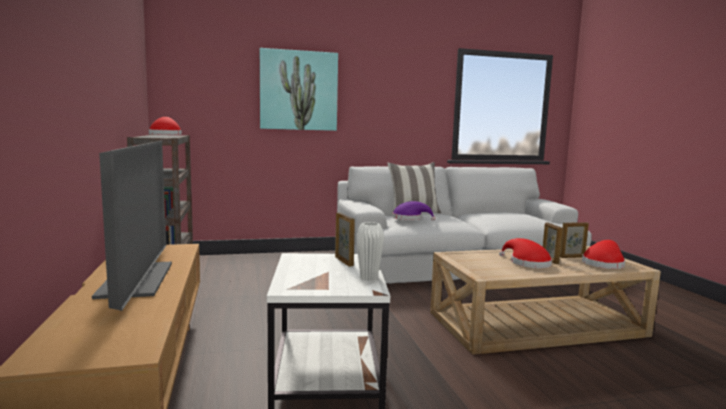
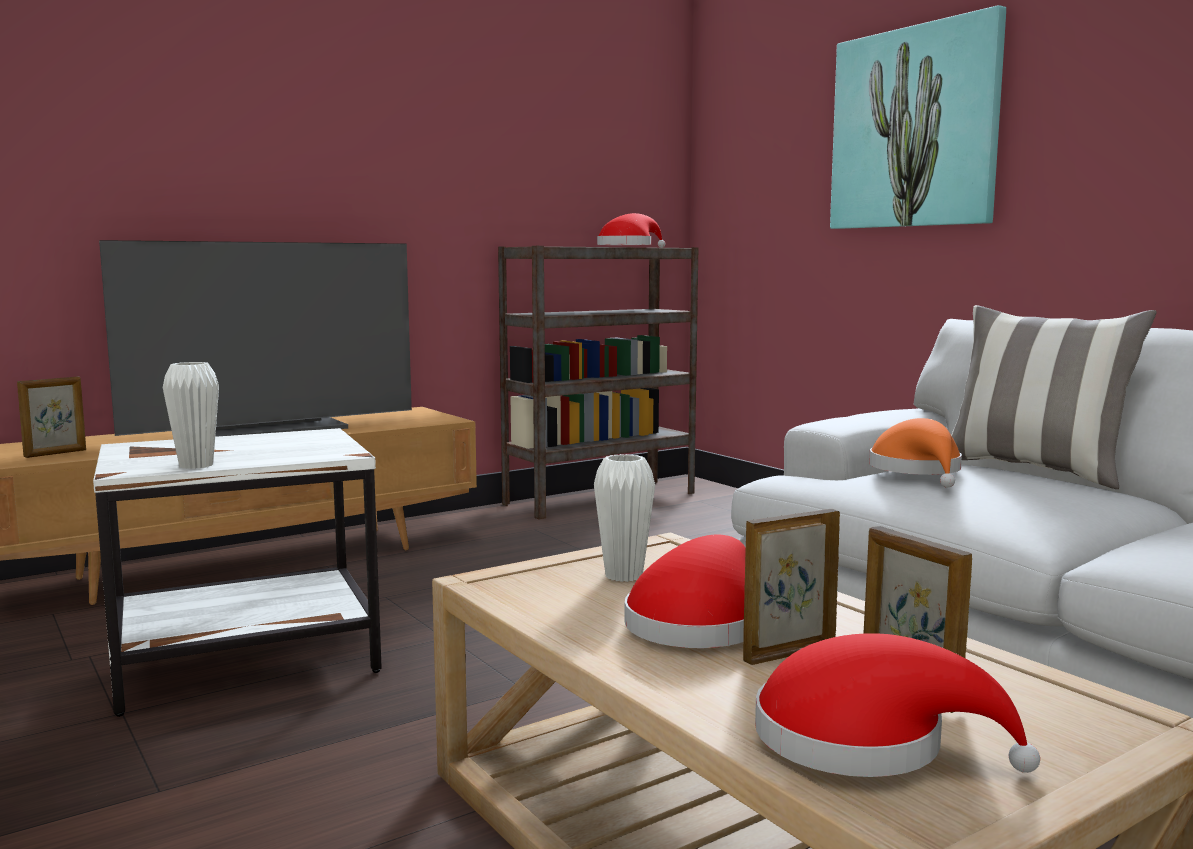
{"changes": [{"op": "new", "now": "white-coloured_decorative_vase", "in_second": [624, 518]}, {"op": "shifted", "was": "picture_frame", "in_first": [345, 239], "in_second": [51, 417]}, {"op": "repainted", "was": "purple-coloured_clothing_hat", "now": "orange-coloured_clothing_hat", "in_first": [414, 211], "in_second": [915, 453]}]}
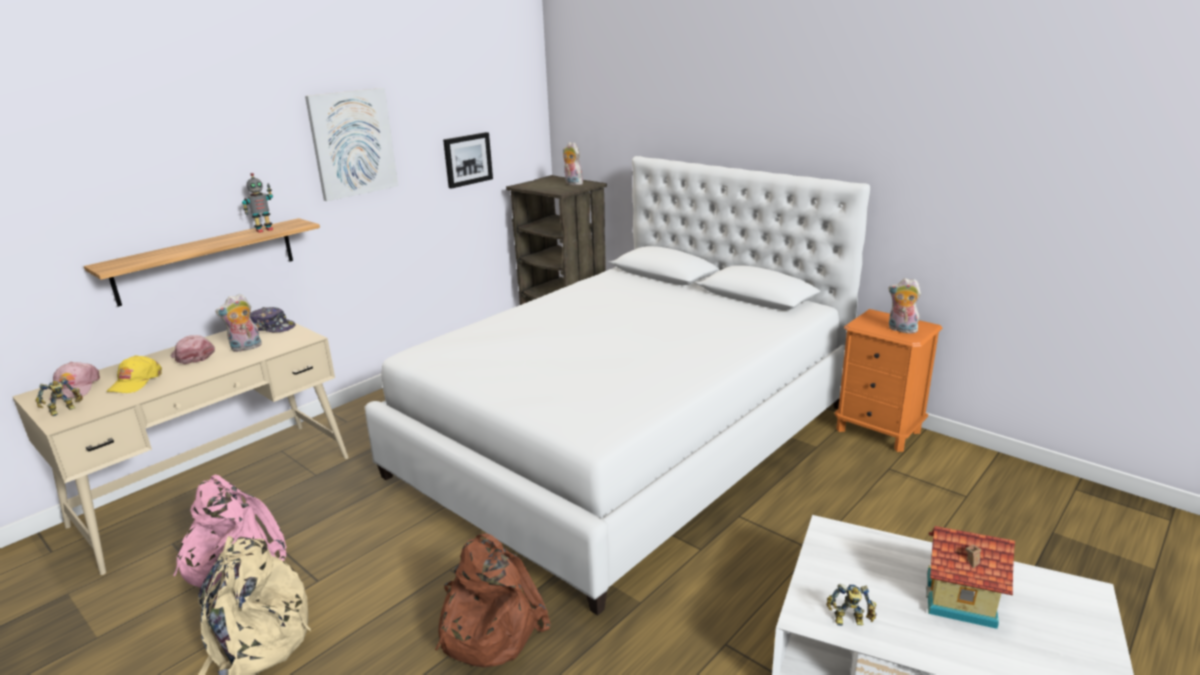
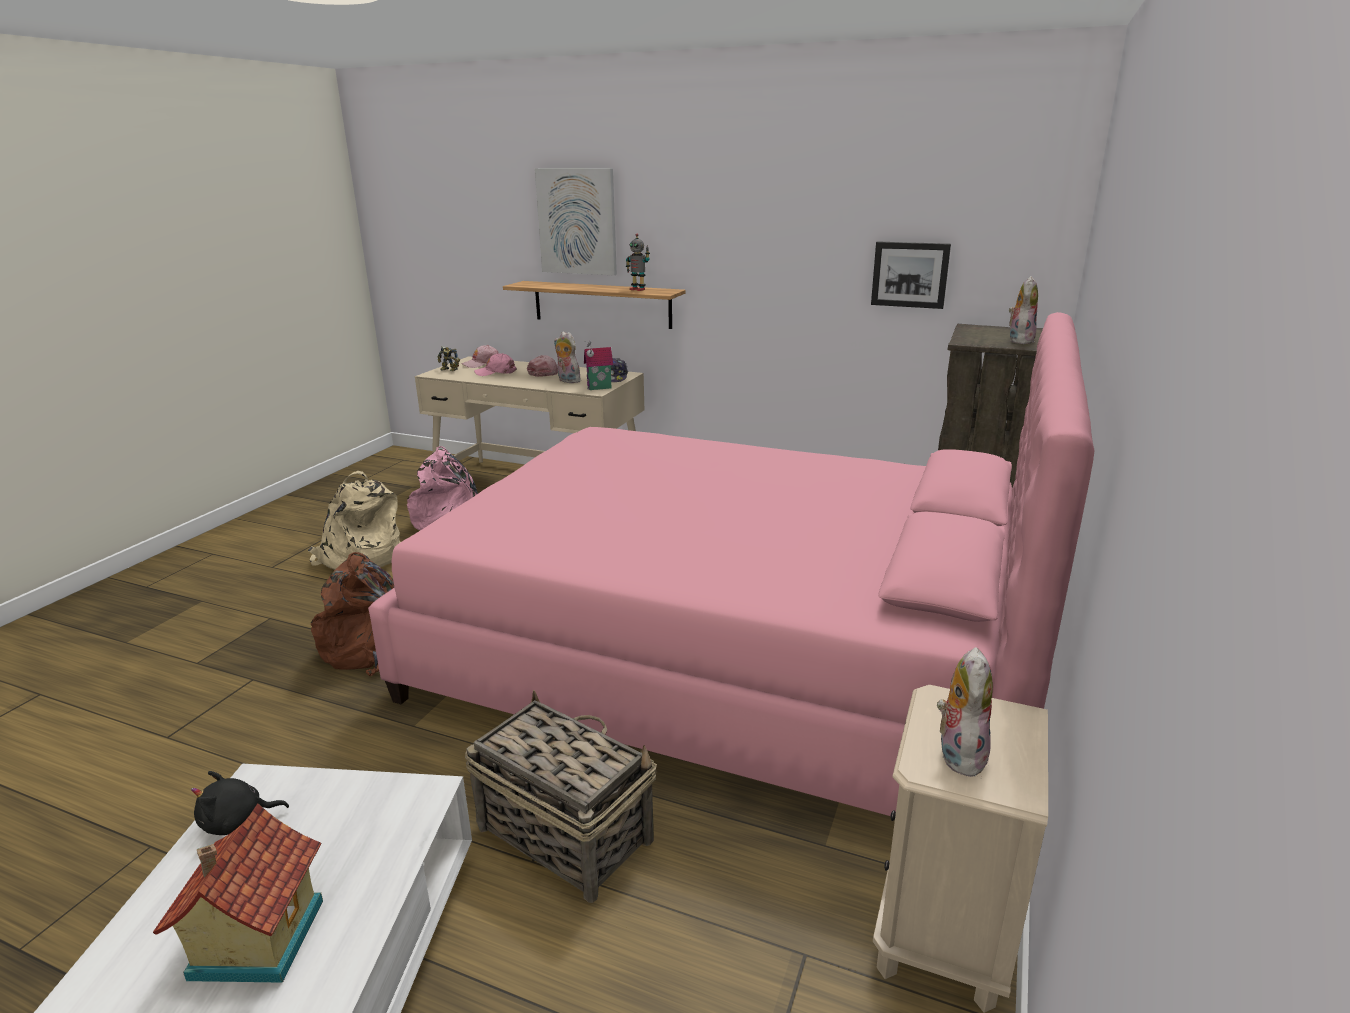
{"changes": [{"op": "new", "now": "storage_basket", "in_second": [561, 796]}, {"op": "new", "now": "toy_house", "in_second": [598, 365]}, {"op": "shifted", "was": "picture", "in_first": [351, 144], "in_second": [576, 221]}, {"op": "swapped", "was": "model_robot", "now": "blackish_plush_toy", "in_first": [851, 605], "in_second": [240, 803]}, {"op": "repainted", "was": "yellow_peaked_cap", "now": "pinkish_peaked_cap", "in_first": [134, 374], "in_second": [495, 364]}, {"op": "repainted", "was": "white-coloured_bed", "now": "pinkish_bed", "in_first": [617, 385], "in_second": [731, 564]}, {"op": "repainted", "was": "orange-coloured_nightstand", "now": "sand-coloured_nightstand", "in_first": [888, 380], "in_second": [960, 849]}]}
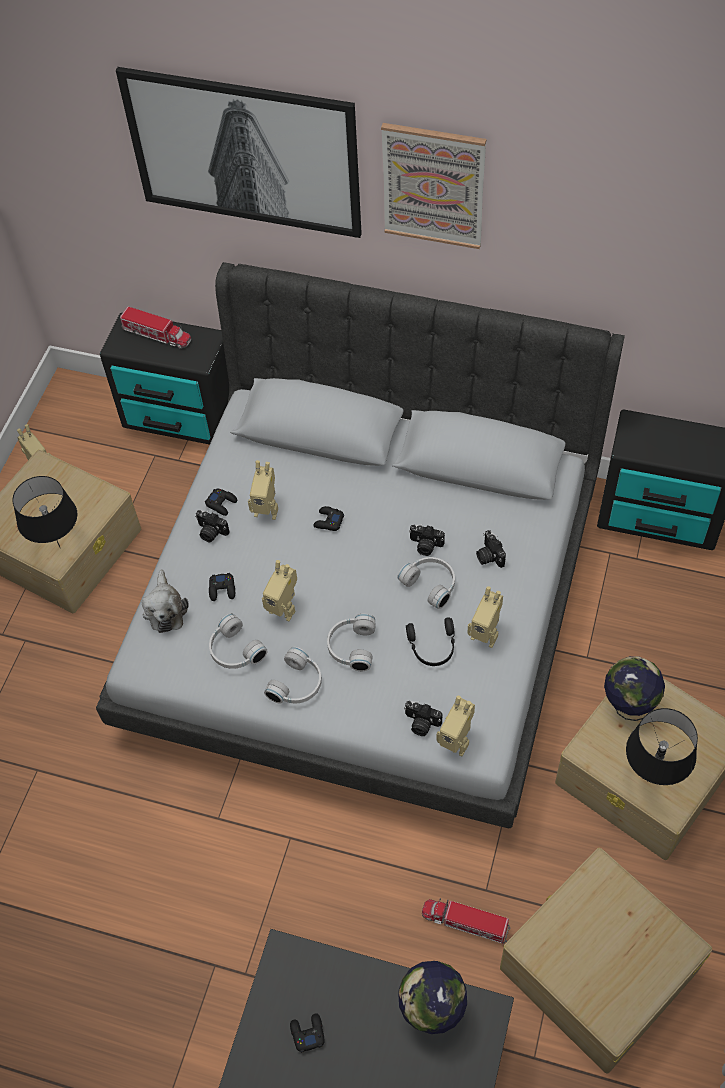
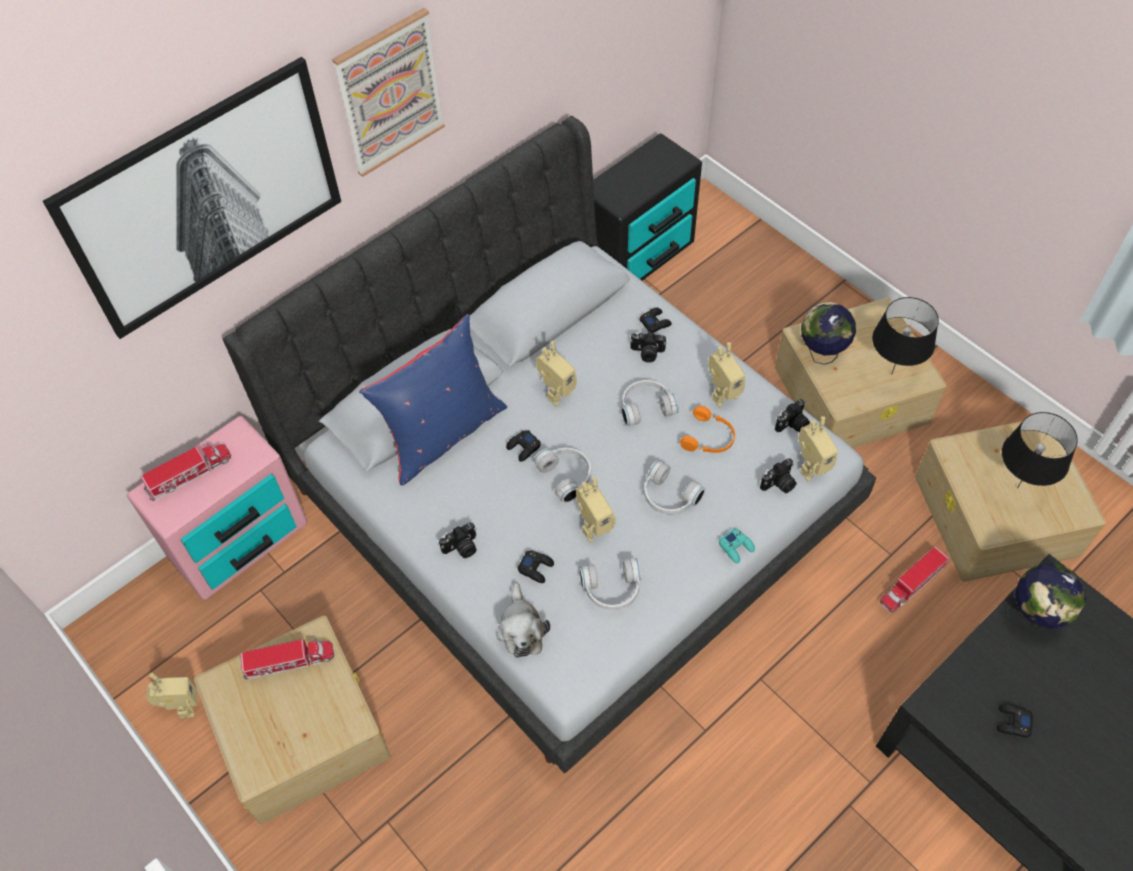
{"changes": [{"op": "new", "now": "toy_truck", "in_second": [287, 659]}, {"op": "new", "now": "blue_throw_pillow", "in_second": [433, 400]}, {"op": "new", "now": "blue-green_game_controller", "in_second": [737, 545]}, {"op": "shifted", "was": "blackish_lamp_for_a_table", "in_first": [45, 511], "in_second": [1040, 450]}, {"op": "shifted", "was": "blackish_game_controller", "in_first": [221, 502], "in_second": [656, 320]}, {"op": "shifted", "was": "model_robot", "in_first": [263, 490], "in_second": [556, 374]}, {"op": "shifted", "was": "white-coloured_headphones", "in_first": [293, 675], "in_second": [562, 475]}, {"op": "shifted", "was": "photo_camera", "in_first": [427, 540], "in_second": [792, 416]}, {"op": "repainted", "was": "blackish_nightstand", "now": "pinkish_nightstand", "in_first": [164, 379], "in_second": [217, 508]}, {"op": "repainted", "was": "blackish_headphones", "now": "orange-coloured_headphones", "in_first": [430, 641], "in_second": [707, 429]}, {"op": "rotated", "was": "plush_toy", "in_first": [165, 601], "in_second": [523, 620], "clockwise": 60}]}
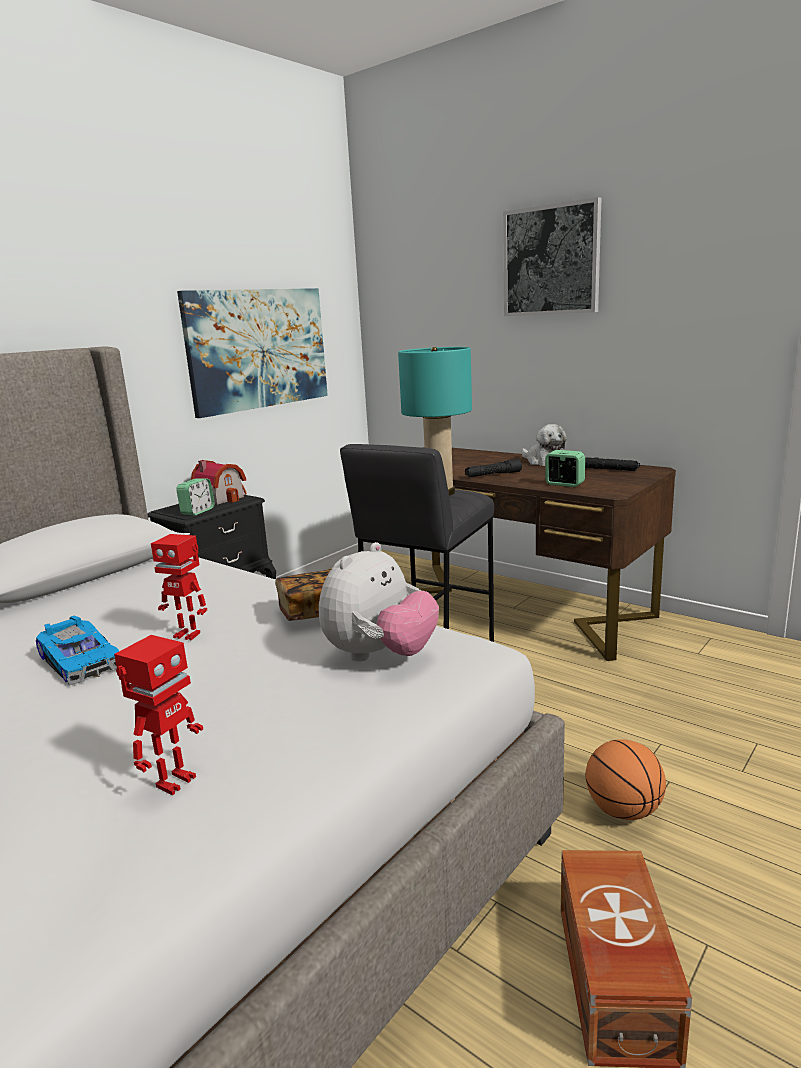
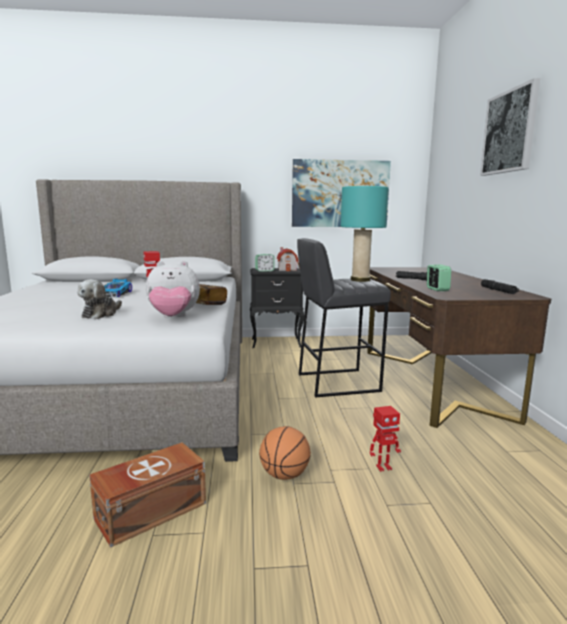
{"changes": [{"op": "shifted", "was": "model_robot", "in_first": [158, 715], "in_second": [385, 439]}, {"op": "shifted", "was": "plush_toy", "in_first": [544, 445], "in_second": [99, 299]}]}
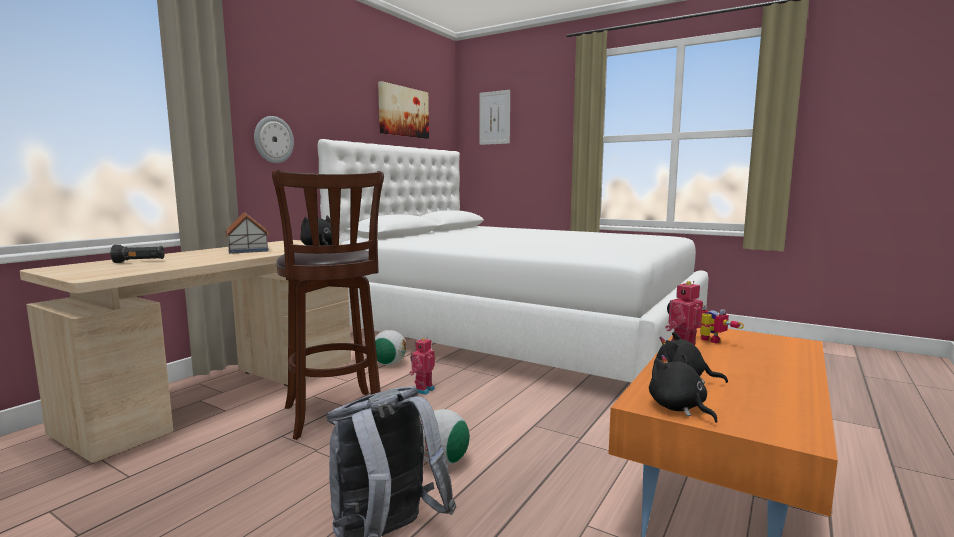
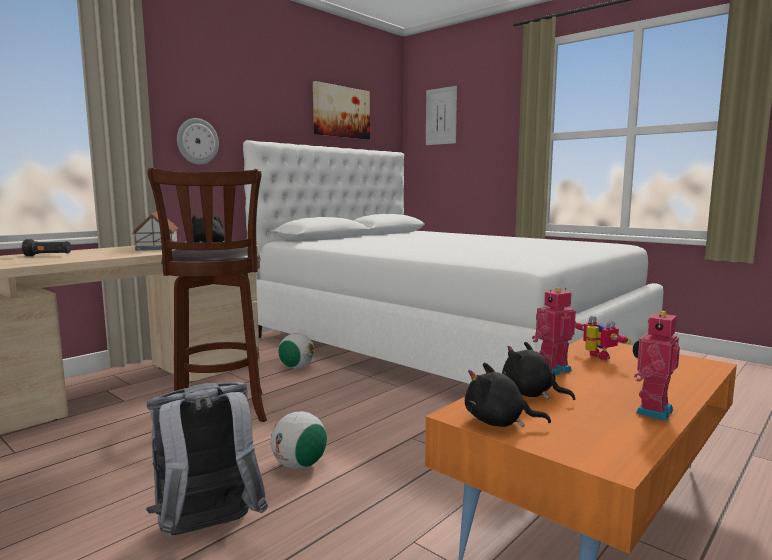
{"changes": [{"op": "shifted", "was": "model_robot", "in_first": [422, 366], "in_second": [656, 365]}, {"op": "rotated", "was": "blackish_plush_toy", "in_first": [683, 388], "in_second": [508, 395], "clockwise": -60}]}
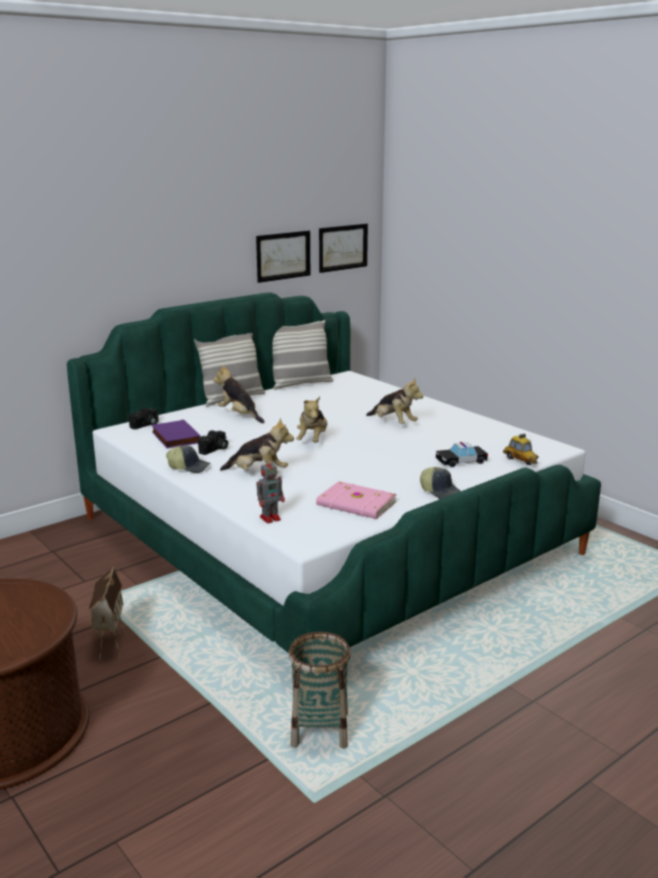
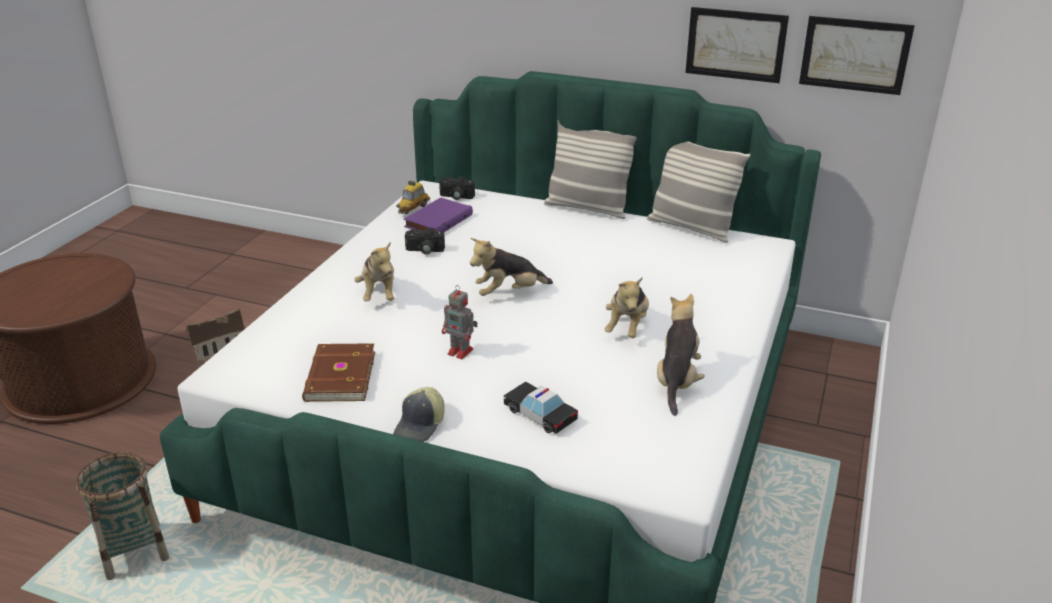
{"changes": [{"op": "gone", "was": "peaked_cap", "in_first": [188, 459]}, {"op": "shifted", "was": "plush_toy", "in_first": [238, 394], "in_second": [681, 355]}, {"op": "shifted", "was": "model_robot", "in_first": [271, 491], "in_second": [459, 322]}, {"op": "shifted", "was": "miniature_car", "in_first": [521, 449], "in_second": [413, 197]}, {"op": "repainted", "was": "pinkish_bound_book", "now": "brown_bound_book", "in_first": [356, 500], "in_second": [338, 372]}]}
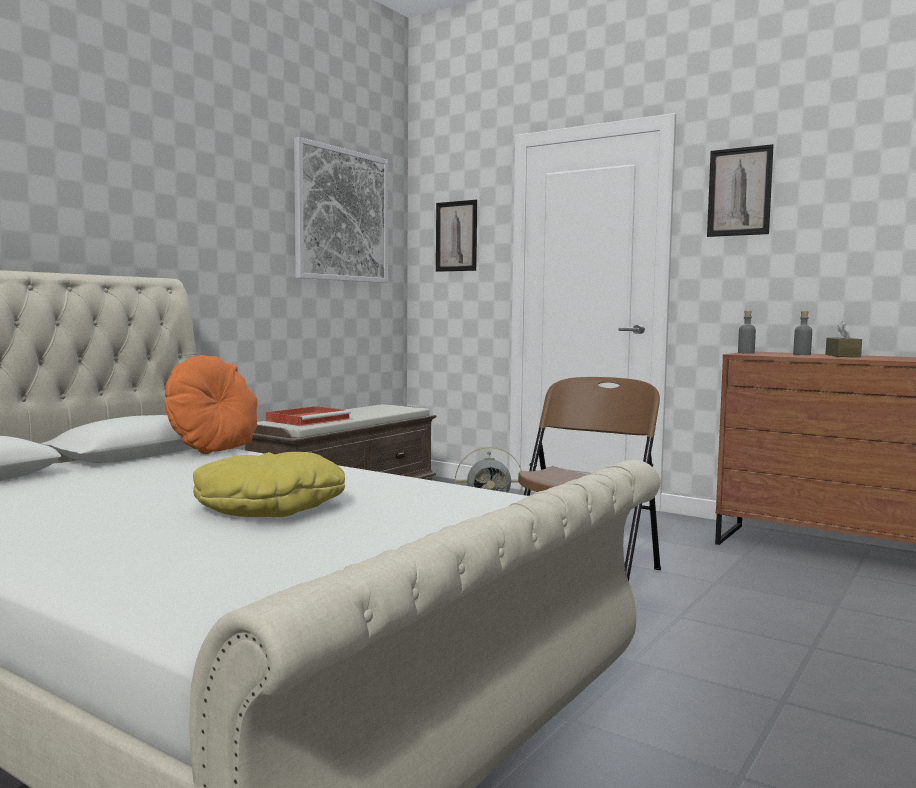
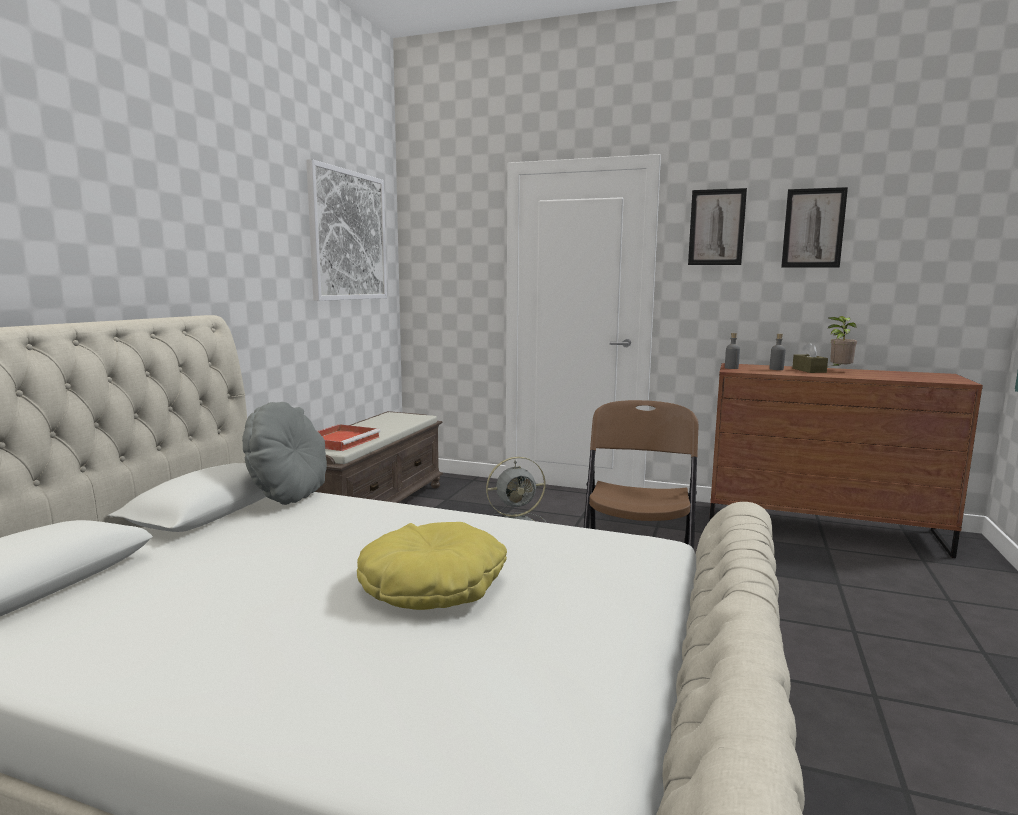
{"changes": [{"op": "new", "now": "potted_plant", "in_second": [842, 341]}, {"op": "shifted", "was": "picture", "in_first": [456, 236], "in_second": [814, 227]}, {"op": "repainted", "was": "orange-coloured_throw_pillow", "now": "greyish_throw_pillow", "in_first": [211, 404], "in_second": [284, 453]}]}
